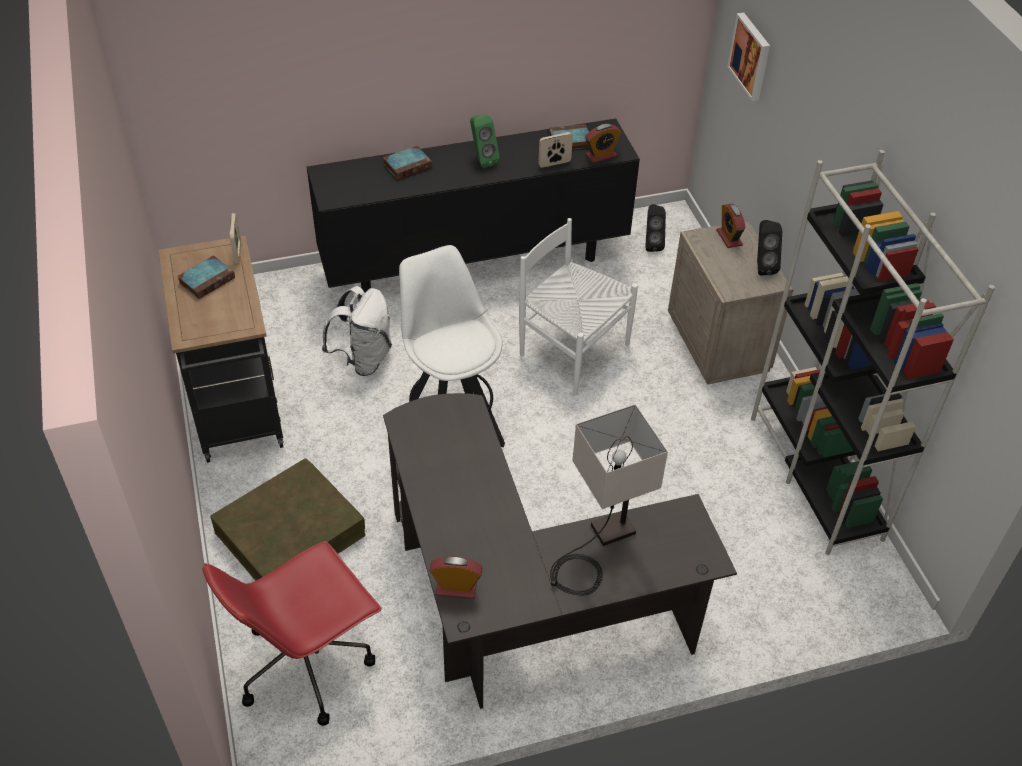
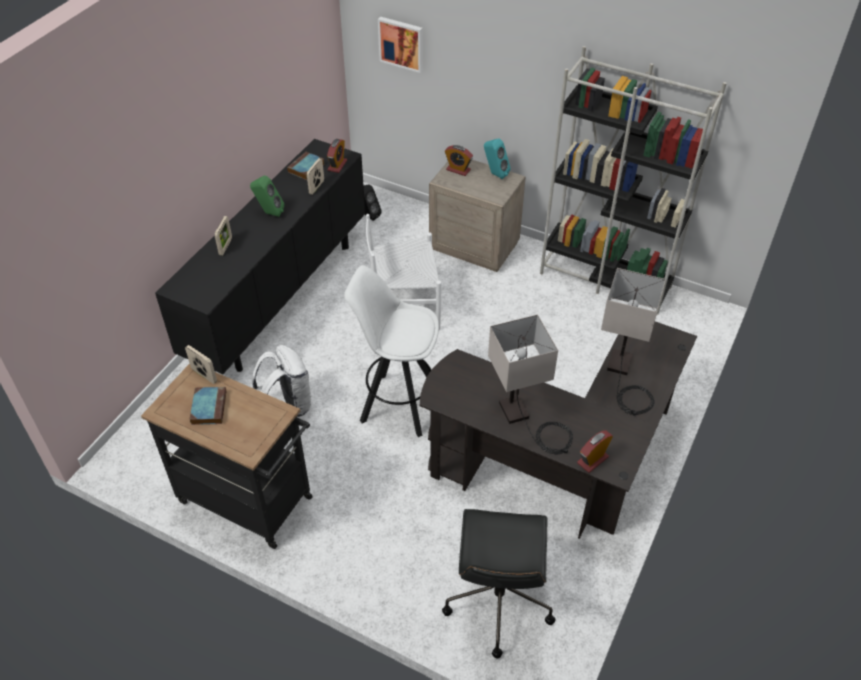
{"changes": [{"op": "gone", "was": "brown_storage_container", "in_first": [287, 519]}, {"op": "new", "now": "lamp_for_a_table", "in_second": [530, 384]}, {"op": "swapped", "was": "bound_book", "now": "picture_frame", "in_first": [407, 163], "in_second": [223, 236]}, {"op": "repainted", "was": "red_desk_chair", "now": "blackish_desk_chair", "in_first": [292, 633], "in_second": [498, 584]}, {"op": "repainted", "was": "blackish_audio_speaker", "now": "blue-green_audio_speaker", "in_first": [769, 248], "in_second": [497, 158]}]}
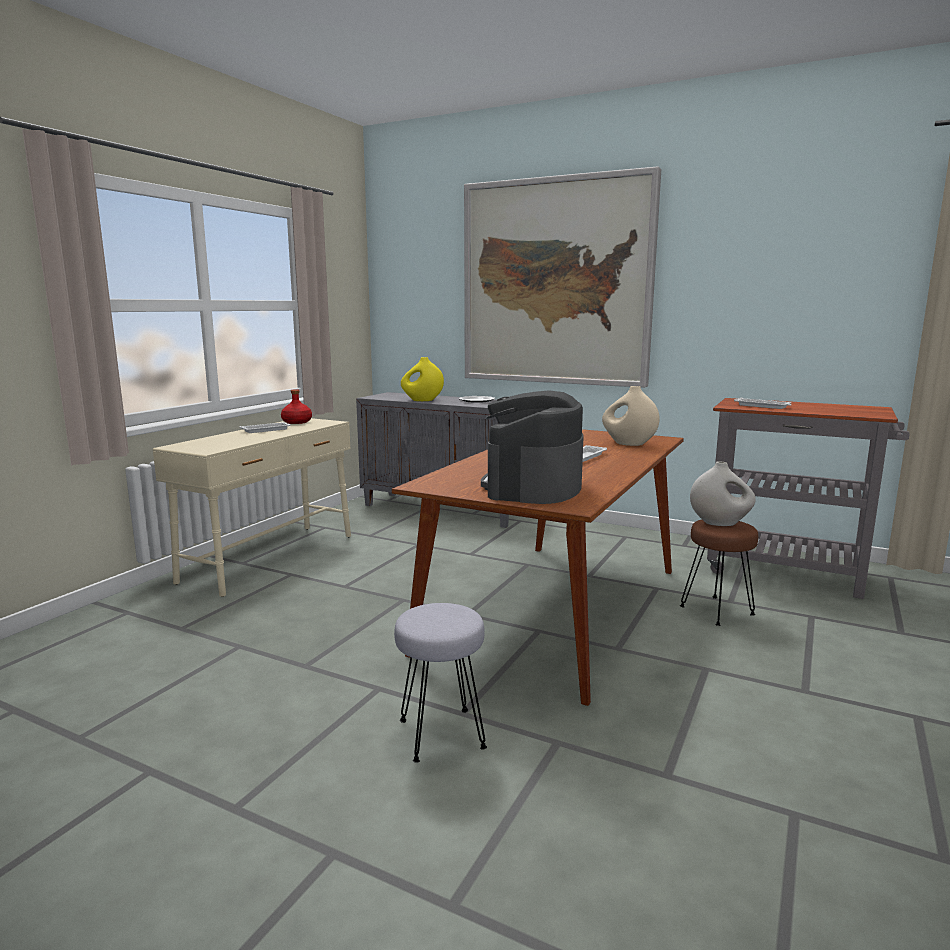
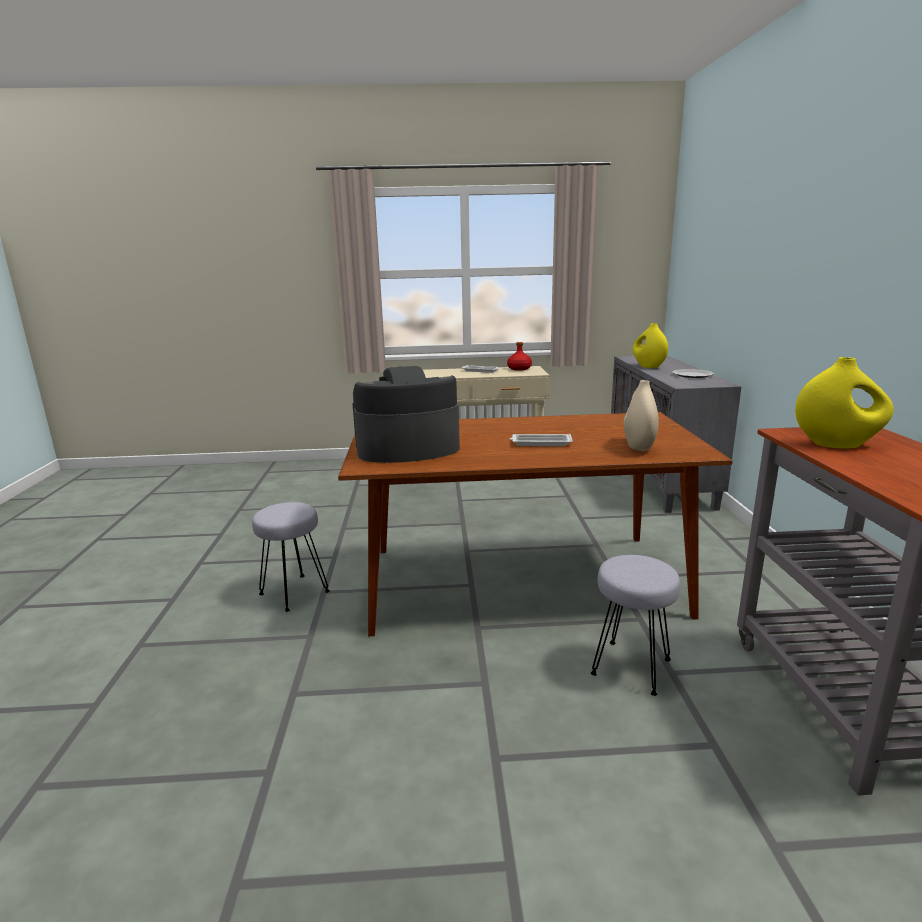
{"changes": [{"op": "gone", "was": "picture", "in_first": [562, 277]}, {"op": "gone", "was": "white-coloured_decorative_vase", "in_first": [723, 493]}, {"op": "swapped", "was": "white-coloured_carrying_tray", "now": "yellow_decorative_vase", "in_first": [762, 403], "in_second": [844, 403]}, {"op": "repainted", "was": "brown_stool", "now": "greyish_stool", "in_first": [719, 573], "in_second": [635, 625]}]}
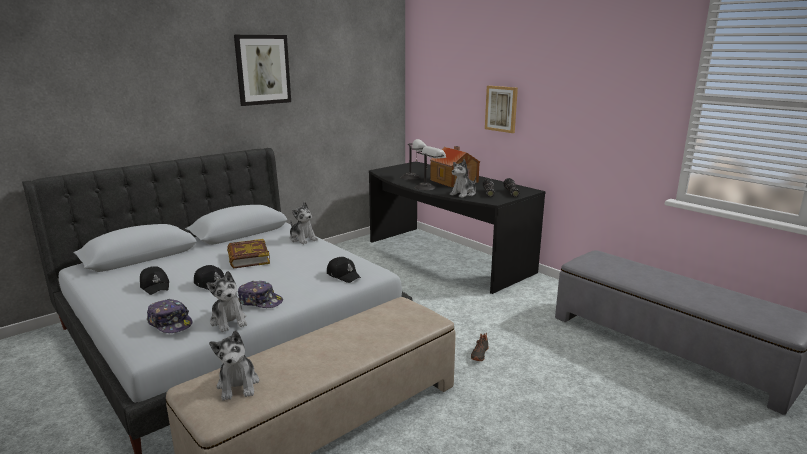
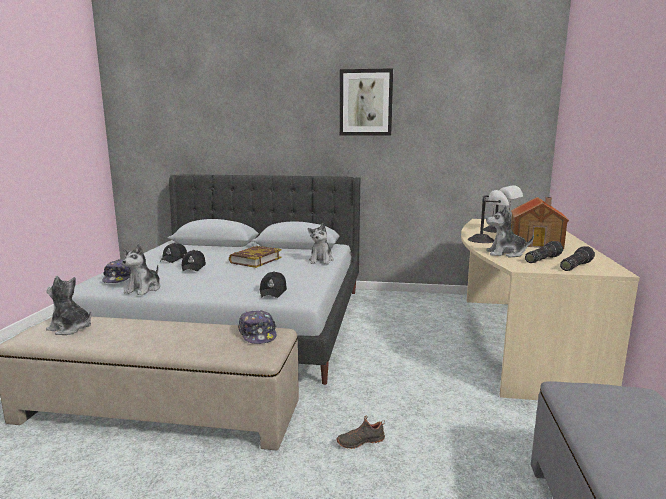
{"changes": [{"op": "gone", "was": "picture", "in_first": [501, 109]}, {"op": "shifted", "was": "peaked_cap", "in_first": [260, 294], "in_second": [257, 327]}, {"op": "repainted", "was": "blackish_desk", "now": "sand-coloured_desk", "in_first": [457, 227], "in_second": [550, 309]}, {"op": "rotated", "was": "plush_toy", "in_first": [234, 365], "in_second": [68, 305], "clockwise": 75}]}
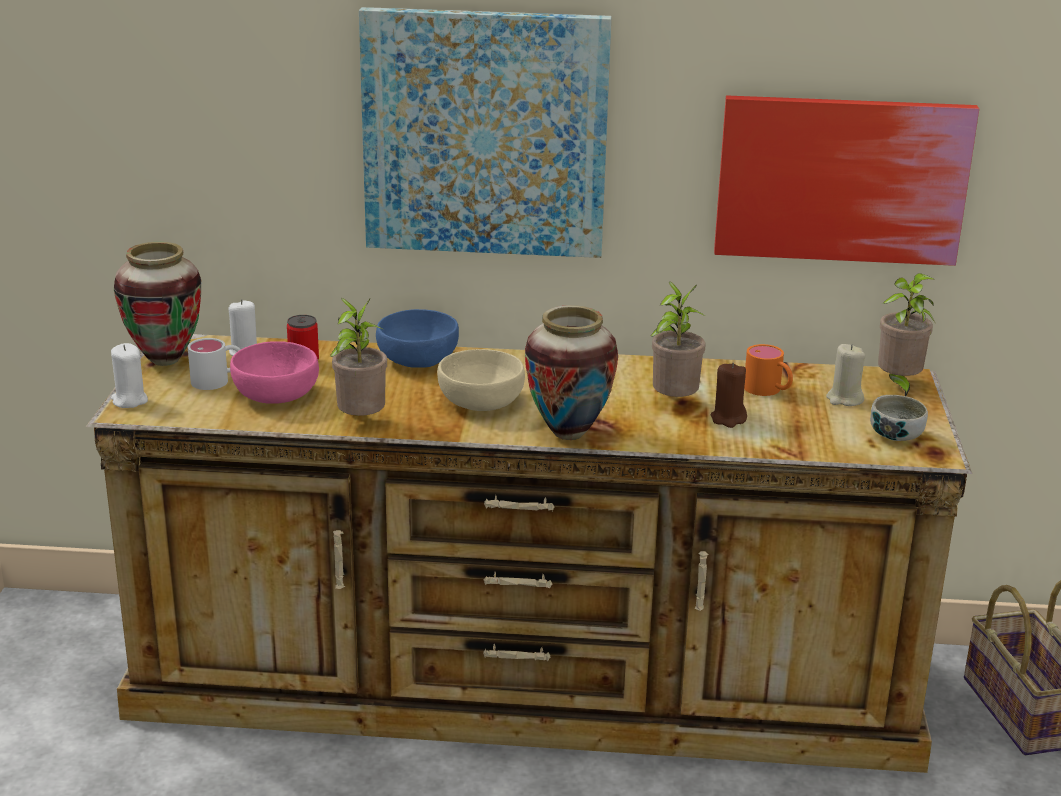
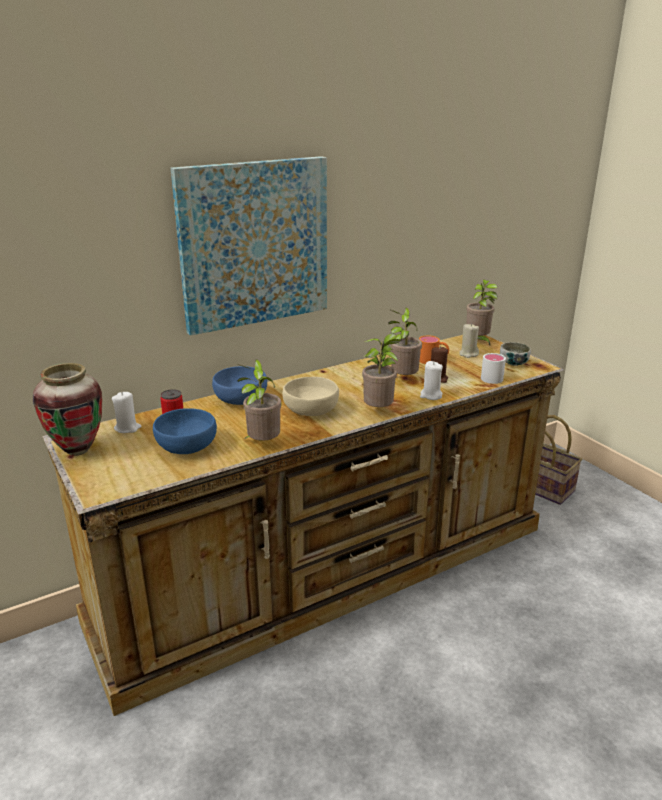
{"changes": [{"op": "gone", "was": "picture", "in_first": [846, 180]}, {"op": "shifted", "was": "white-coloured_wax_light", "in_first": [129, 375], "in_second": [431, 380]}, {"op": "shifted", "was": "white-coloured_tea_mug", "in_first": [214, 364], "in_second": [493, 368]}, {"op": "swapped", "was": "decorative_vase", "now": "potted_plant", "in_first": [571, 372], "in_second": [381, 370]}, {"op": "repainted", "was": "pinkish_bowl", "now": "blue_bowl", "in_first": [274, 372], "in_second": [185, 431]}]}
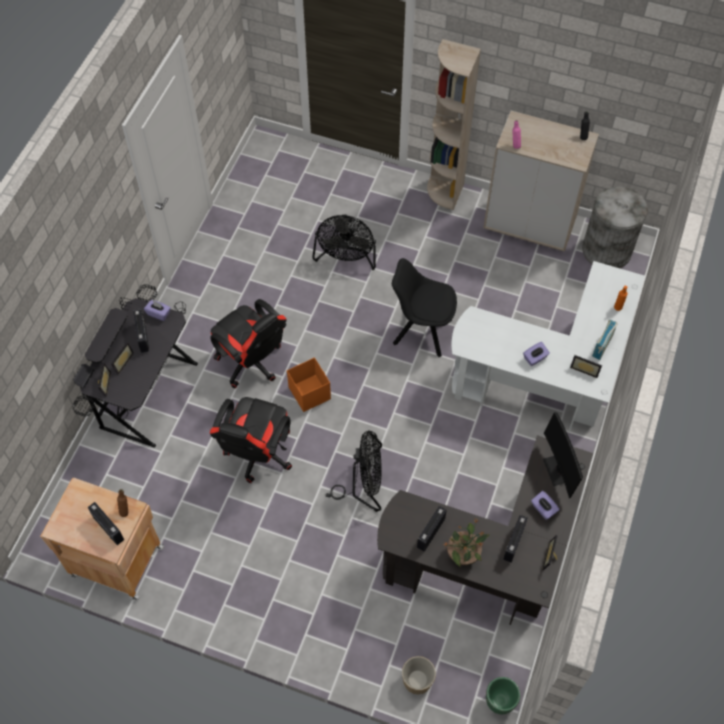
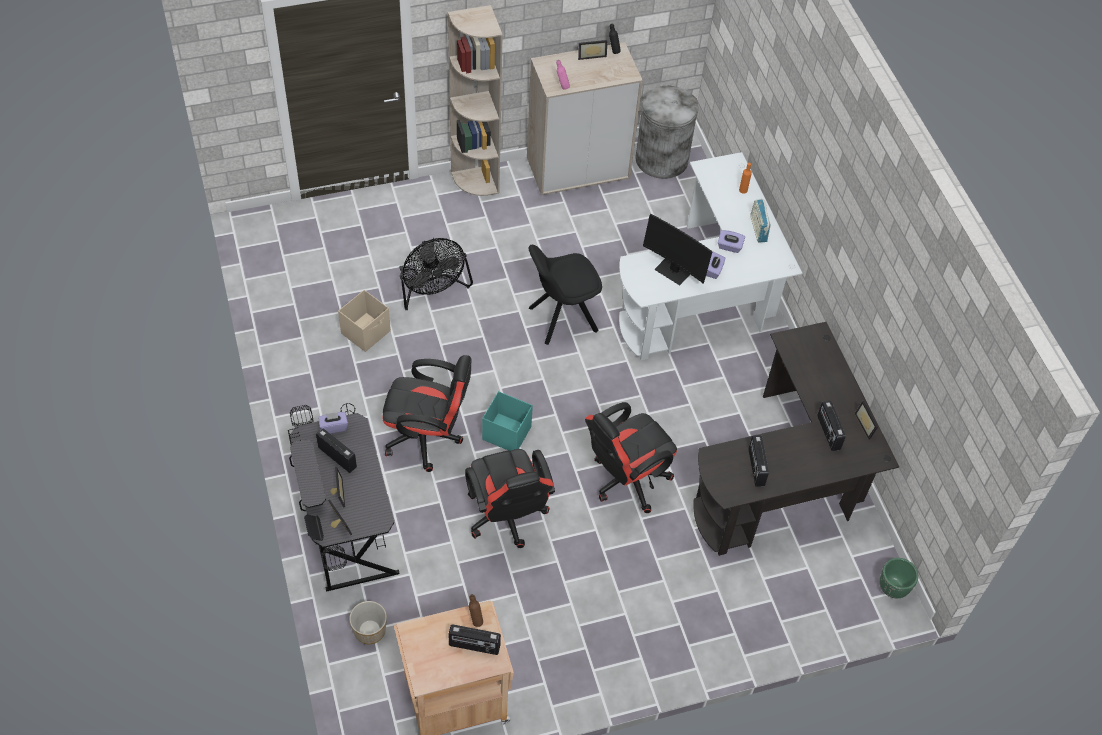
{"changes": [{"op": "gone", "was": "potted_plant", "in_first": [466, 542]}, {"op": "new", "now": "sand-coloured_storage_container", "in_second": [364, 321]}, {"op": "shifted", "was": "planter", "in_first": [419, 675], "in_second": [368, 622]}, {"op": "shifted", "was": "purple-coloured_tissue_box", "in_first": [545, 505], "in_second": [731, 241]}, {"op": "shifted", "was": "computer_display", "in_first": [563, 455], "in_second": [677, 249]}, {"op": "shifted", "was": "picture_frame", "in_first": [586, 366], "in_second": [592, 50]}, {"op": "swapped", "was": "blackish_cooling_fan", "now": "blackish_desk_chair", "in_first": [354, 471], "in_second": [631, 457]}, {"op": "repainted", "was": "orange-coloured_storage_container", "now": "blue-green_storage_container", "in_first": [309, 384], "in_second": [507, 421]}]}
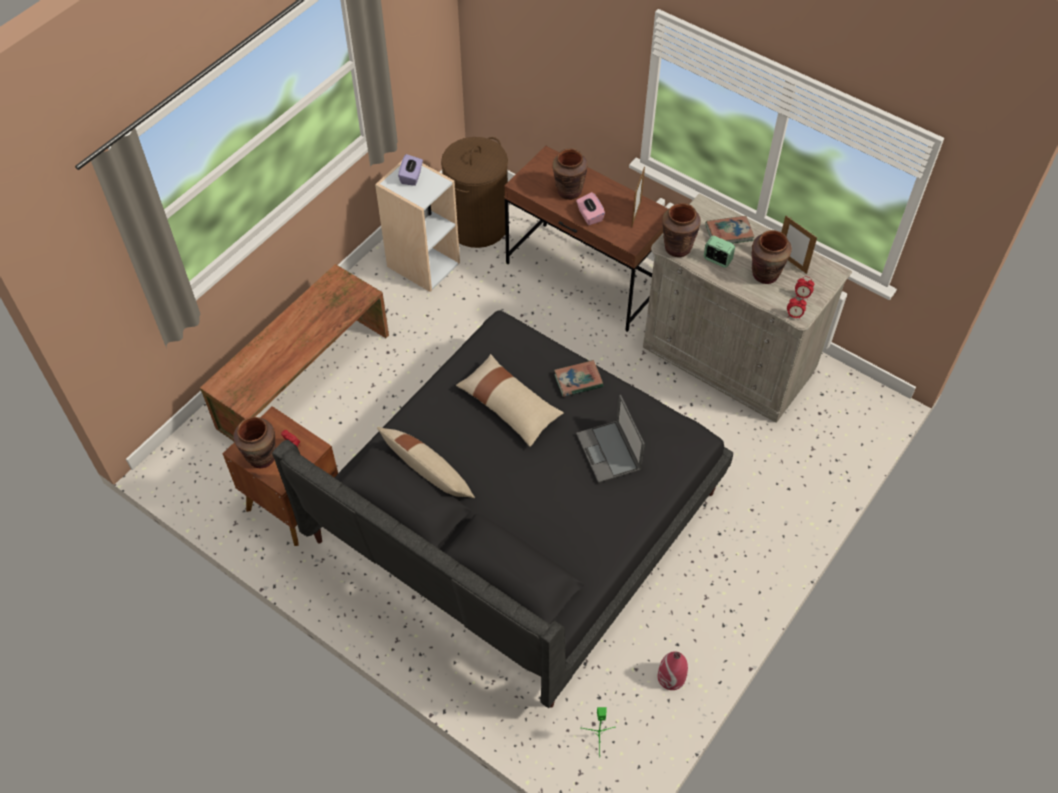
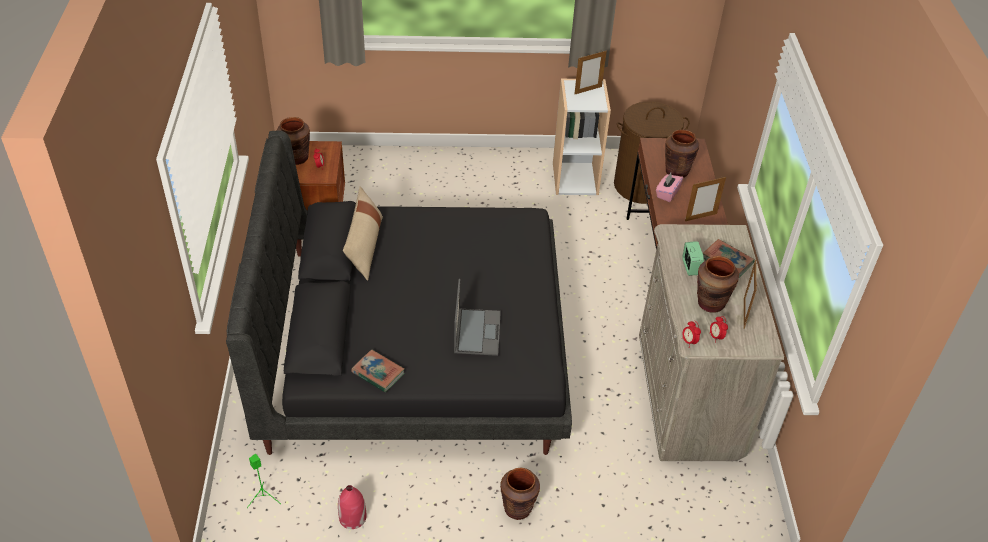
{"changes": [{"op": "gone", "was": "brown_long_seat", "in_first": [294, 352]}, {"op": "gone", "was": "sand-coloured_throw_pillow", "in_first": [510, 400]}, {"op": "shifted", "was": "bound_book", "in_first": [578, 378], "in_second": [377, 371]}, {"op": "shifted", "was": "brown_decorative_vase", "in_first": [681, 230], "in_second": [520, 494]}, {"op": "swapped", "was": "purple-coloured_tissue_box", "now": "picture_frame", "in_first": [410, 170], "in_second": [591, 72]}, {"op": "rotated", "was": "laptop", "in_first": [610, 439], "in_second": [477, 317], "clockwise": 150}]}
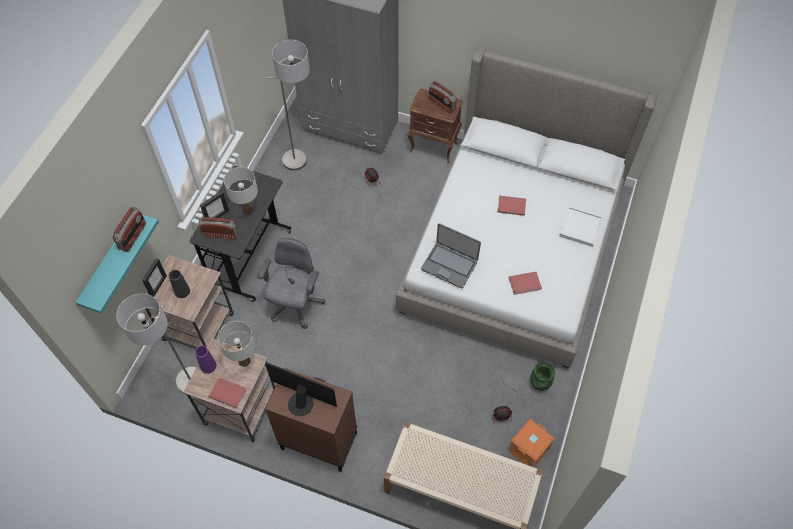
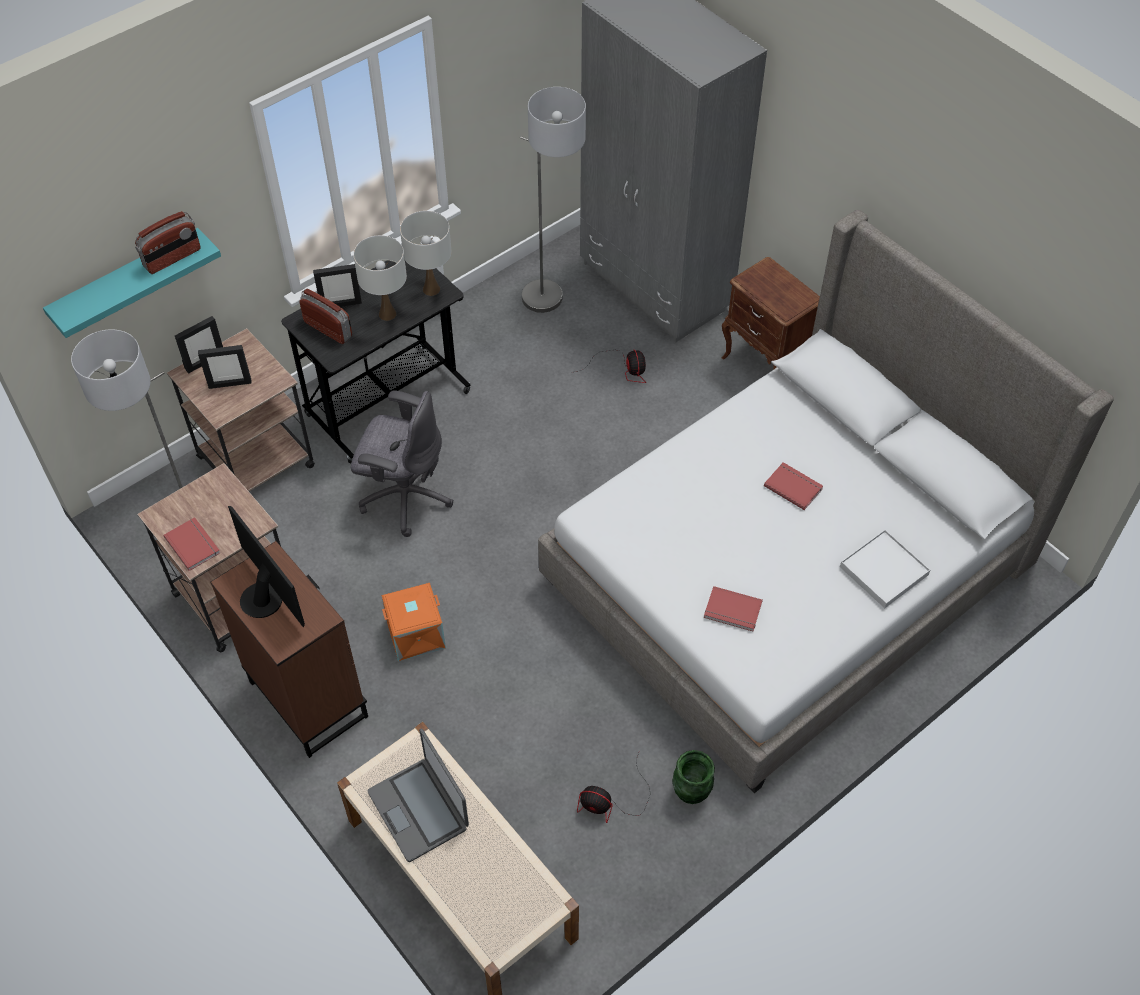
{"changes": [{"op": "gone", "was": "purple-coloured_decorative_vase", "in_first": [206, 359]}, {"op": "gone", "was": "radio_receiver", "in_first": [443, 97]}, {"op": "shifted", "was": "white-coloured_lamp_for_a_table", "in_first": [236, 344], "in_second": [426, 253]}, {"op": "shifted", "was": "laptop", "in_first": [451, 255], "in_second": [418, 795]}, {"op": "shifted", "was": "orange-coloured_storage_container", "in_first": [531, 443], "in_second": [414, 622]}, {"op": "swapped", "was": "blackish_decorative_vase", "now": "picture_frame", "in_first": [179, 284], "in_second": [225, 367]}, {"op": "rotated", "was": "greyish_desk_chair", "in_first": [291, 283], "in_second": [402, 463], "clockwise": 60}]}
